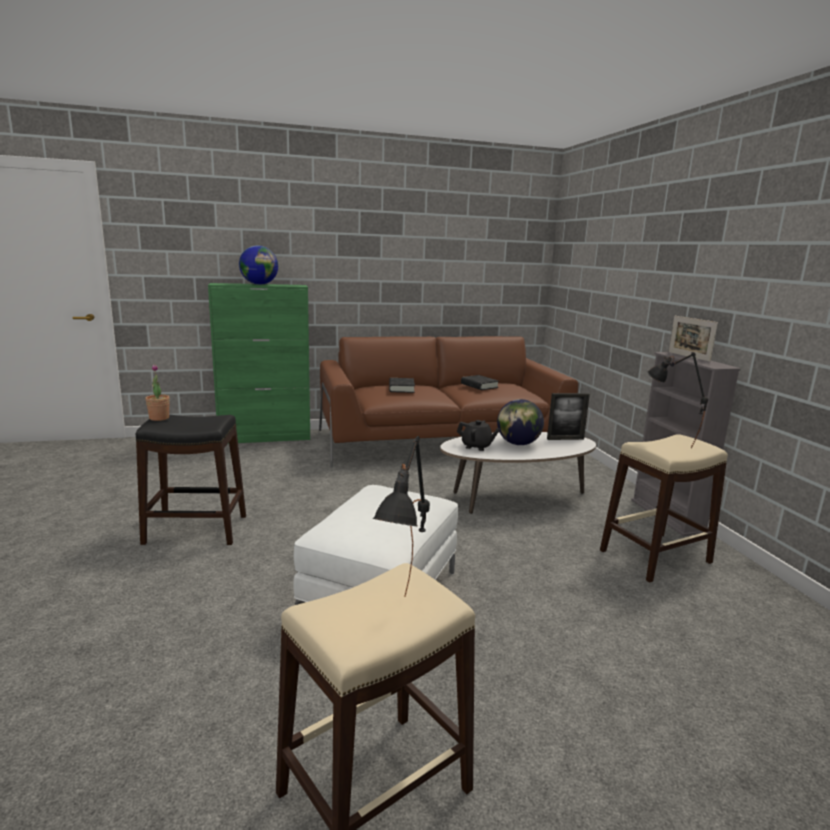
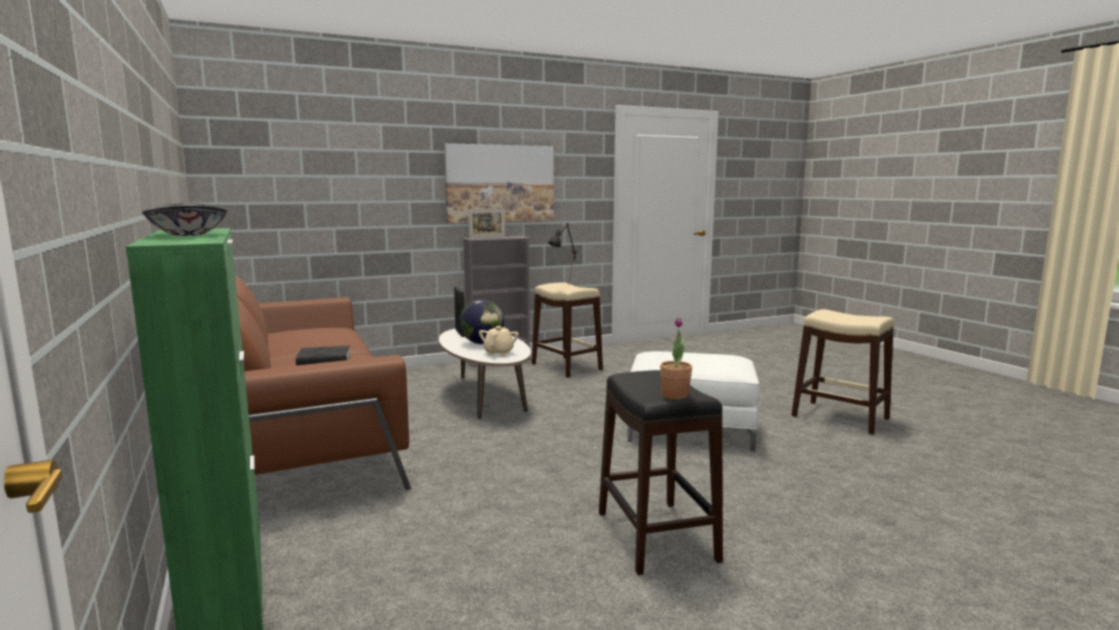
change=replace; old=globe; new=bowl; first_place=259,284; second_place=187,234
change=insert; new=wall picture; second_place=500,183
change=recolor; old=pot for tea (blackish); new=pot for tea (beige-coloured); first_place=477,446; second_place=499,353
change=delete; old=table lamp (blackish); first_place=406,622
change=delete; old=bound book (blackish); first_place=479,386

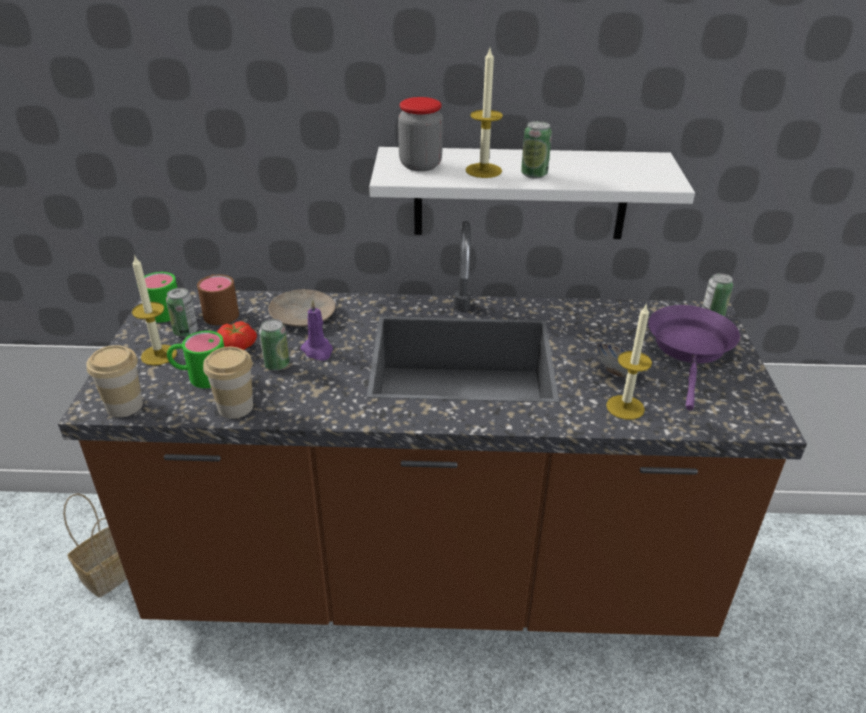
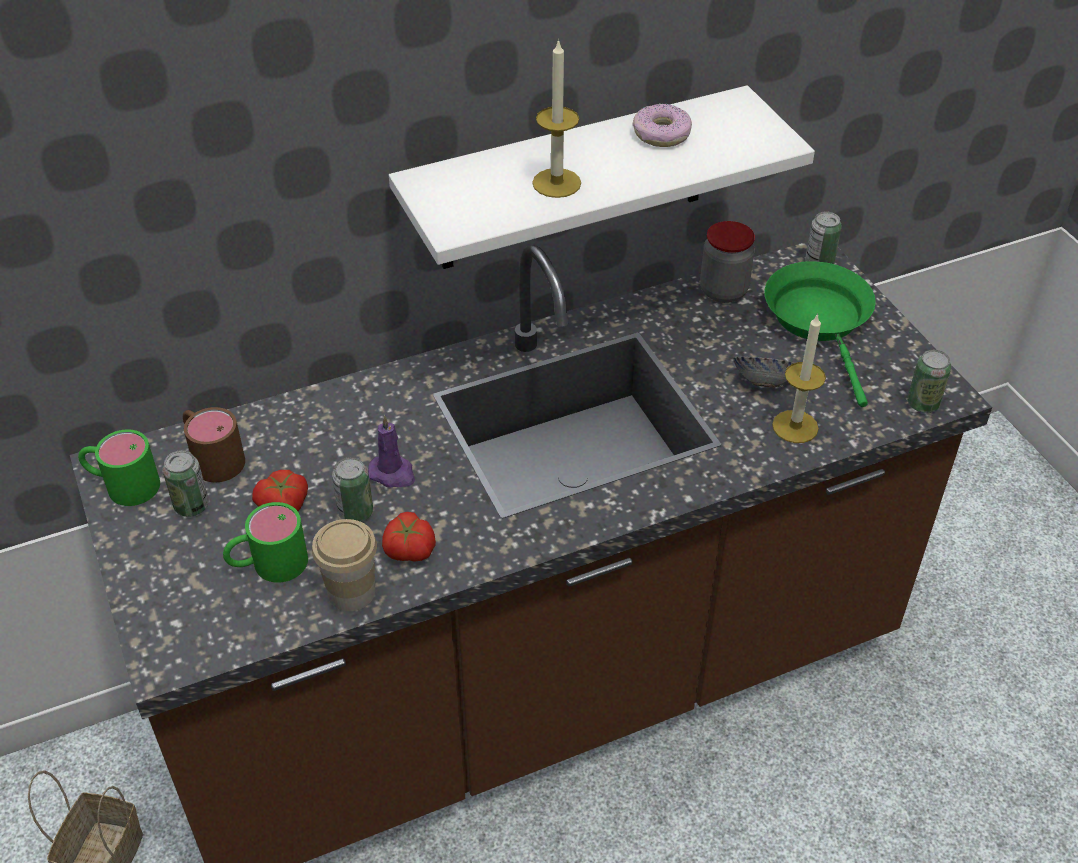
change=insert; new=whole tomato; second_place=408,550
change=insert; new=doughnut; second_place=661,134
change=move; old=storage jar; first_place=420,165; second_place=723,291
change=recolor; old=pan (purple-coloured); new=pan (green-coloured); first_place=690,349; second_place=820,321
change=move; old=metal can; first_place=534,174; second_place=922,404
change=delete; old=small cup; first_place=124,406
change=delete; old=wax light; first_place=159,355
change=delete; old=flat dish (beige-coloured); first_place=302,315

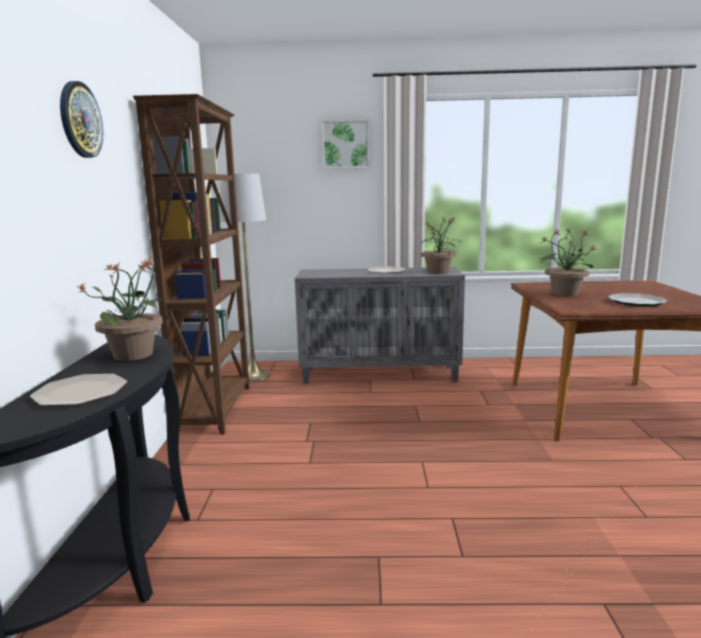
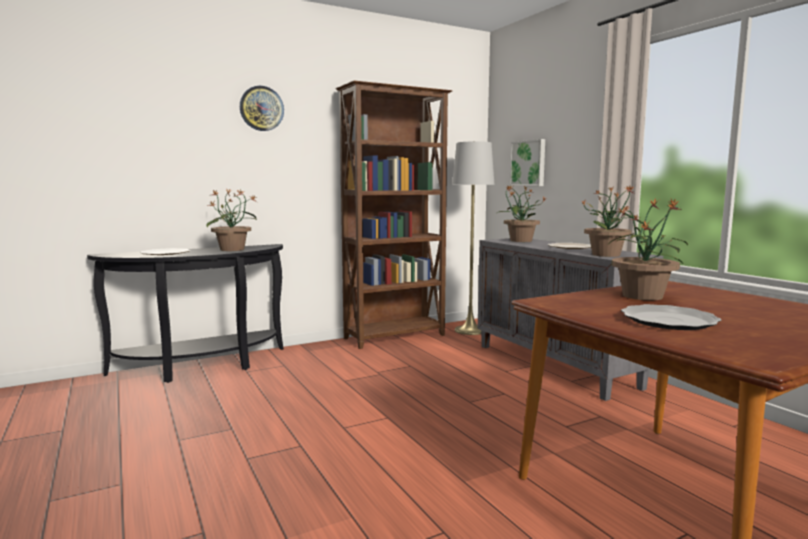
change=insert; new=potted plant; second_place=520,241
change=move; old=wall picture; first_place=345,145; second_place=528,163

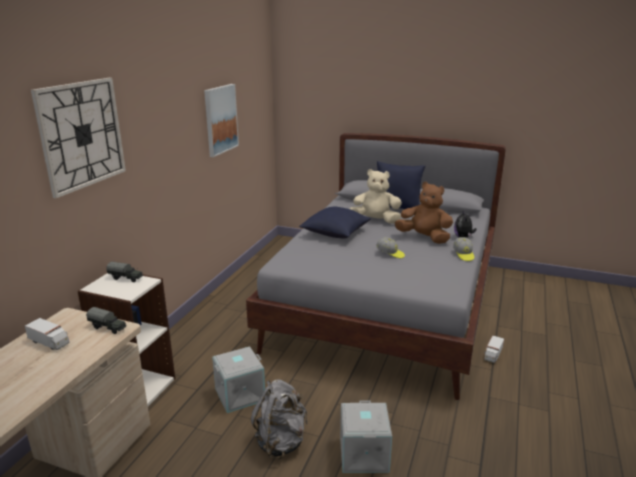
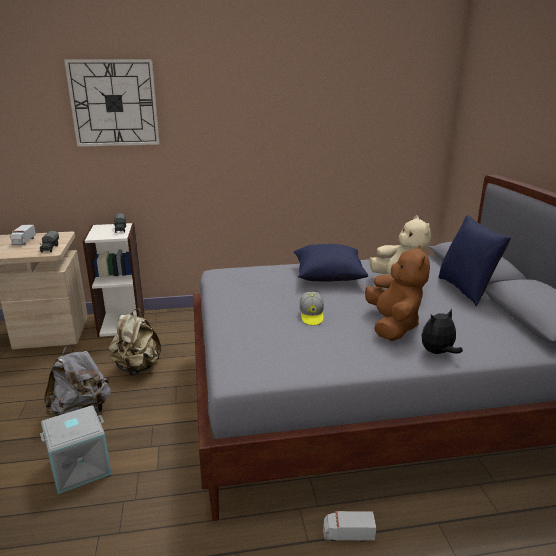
change=replace; old=storage box (greyish); new=rucksack (beige-coloured); first_place=240,394; second_place=137,368
change=delete; old=wall picture; first_place=220,119
change=delete; old=peaked cap; first_place=463,254

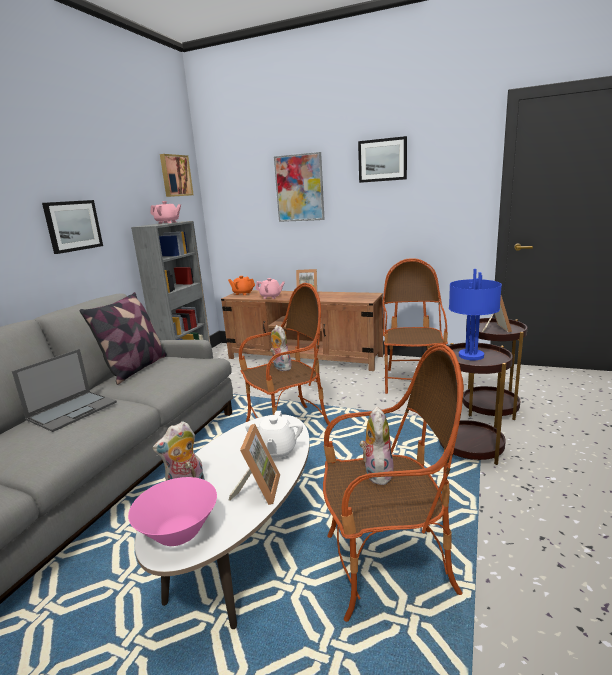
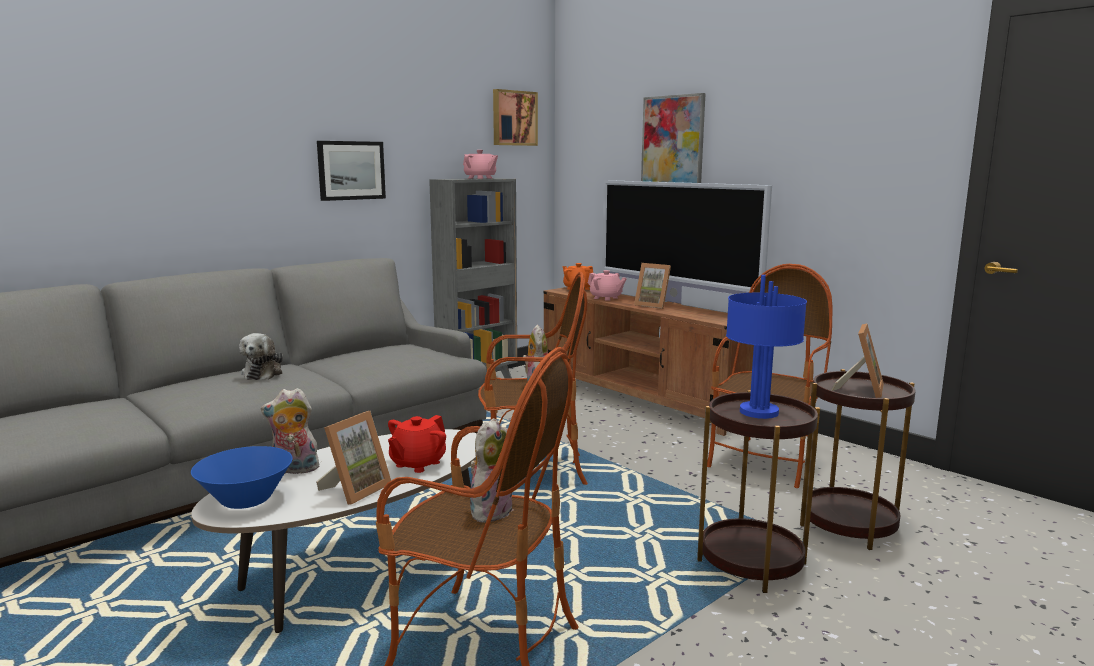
change=recolor; old=bowl (pink); new=bowl (blue); first_place=179,532; second_place=246,500
change=replace; old=notebook computer; new=soft toy; first_place=73,410; second_place=263,373
change=recolor; old=pot for tea (white); new=pot for tea (red-coloured); first_place=276,452; second_place=417,464
change=insert; new=TV; second_place=674,303
change=delete; old=throw pillow; first_place=135,368
change=delete; old=wall picture; first_place=382,160

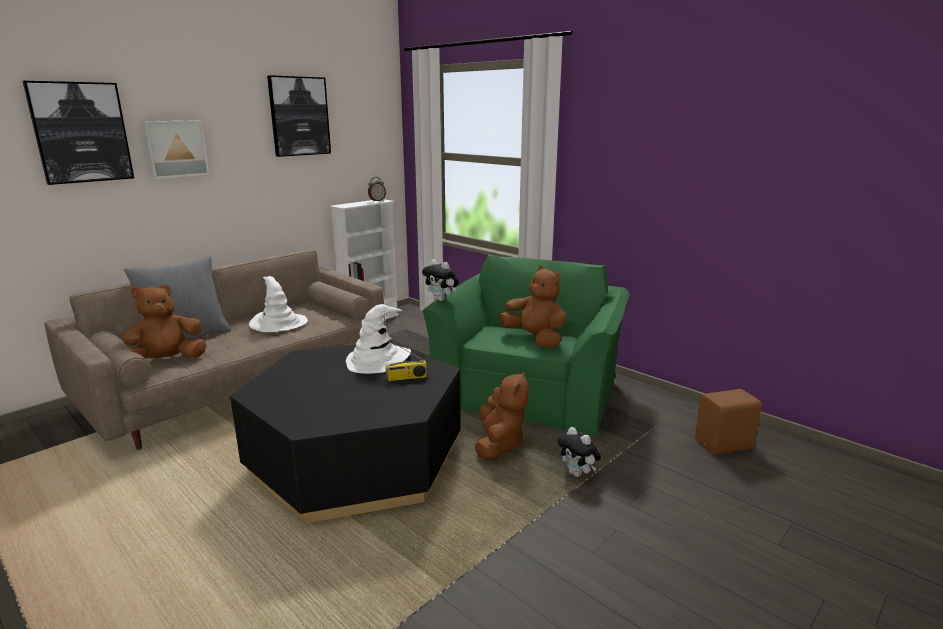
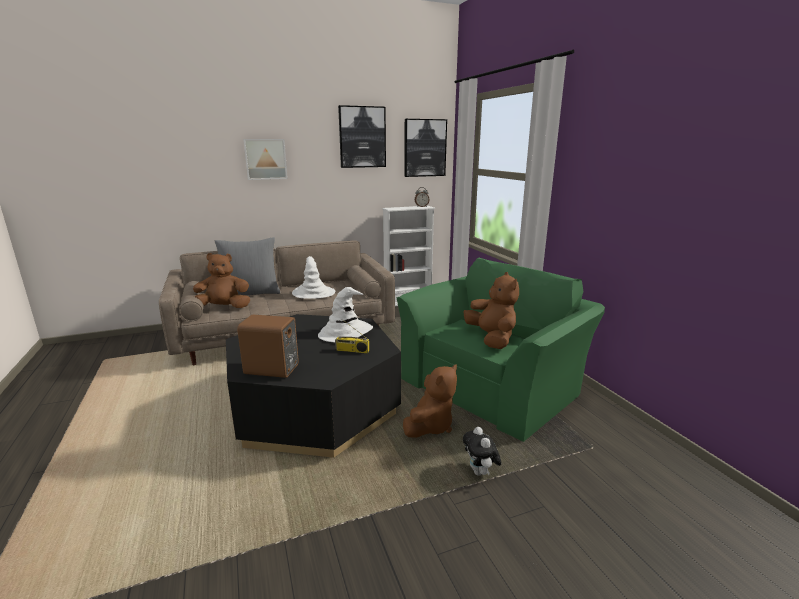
change=move; old=loudspeaker (brown-coloured); first_place=725,445; second_place=272,370
change=move; old=wall picture; first_place=81,132; second_place=424,148
change=delete; old=soft toy; first_place=441,300

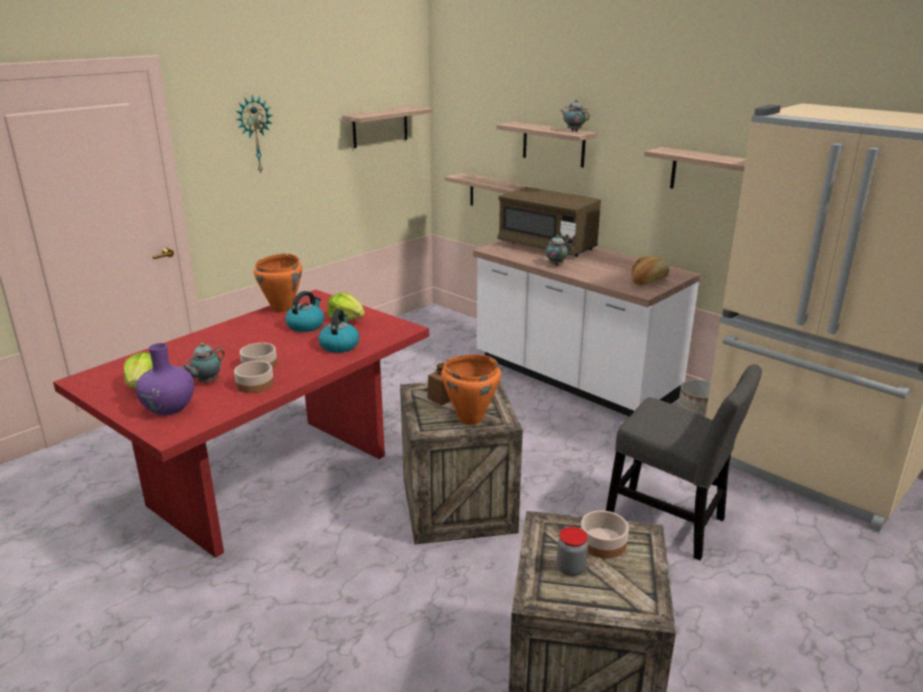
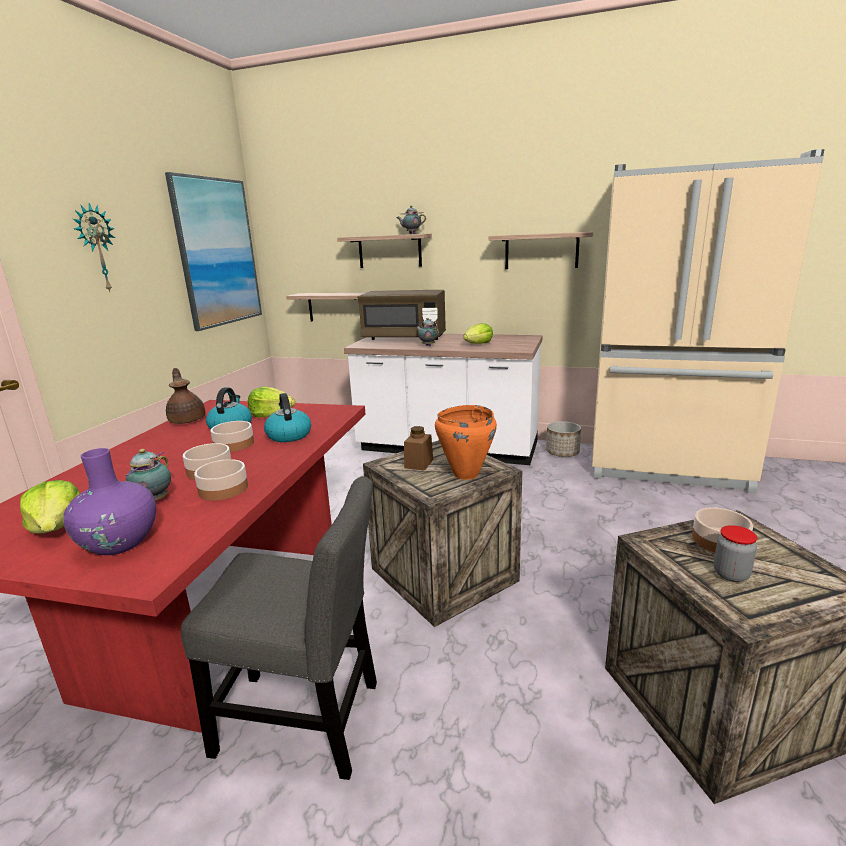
change=replace; old=shelf; new=wall picture; first_place=380,127; second_place=217,252
change=replace; old=stockpot (orangey); new=pot for tea (brown-coloured); first_place=282,309; second_place=188,419
change=move; old=upright chair (greyish); first_place=670,523; second_place=306,721
change=insert; new=bowl; second_place=234,444
change=insert; new=lettuce head; second_place=478,344
change=delete; old=baked bread; first_place=649,281

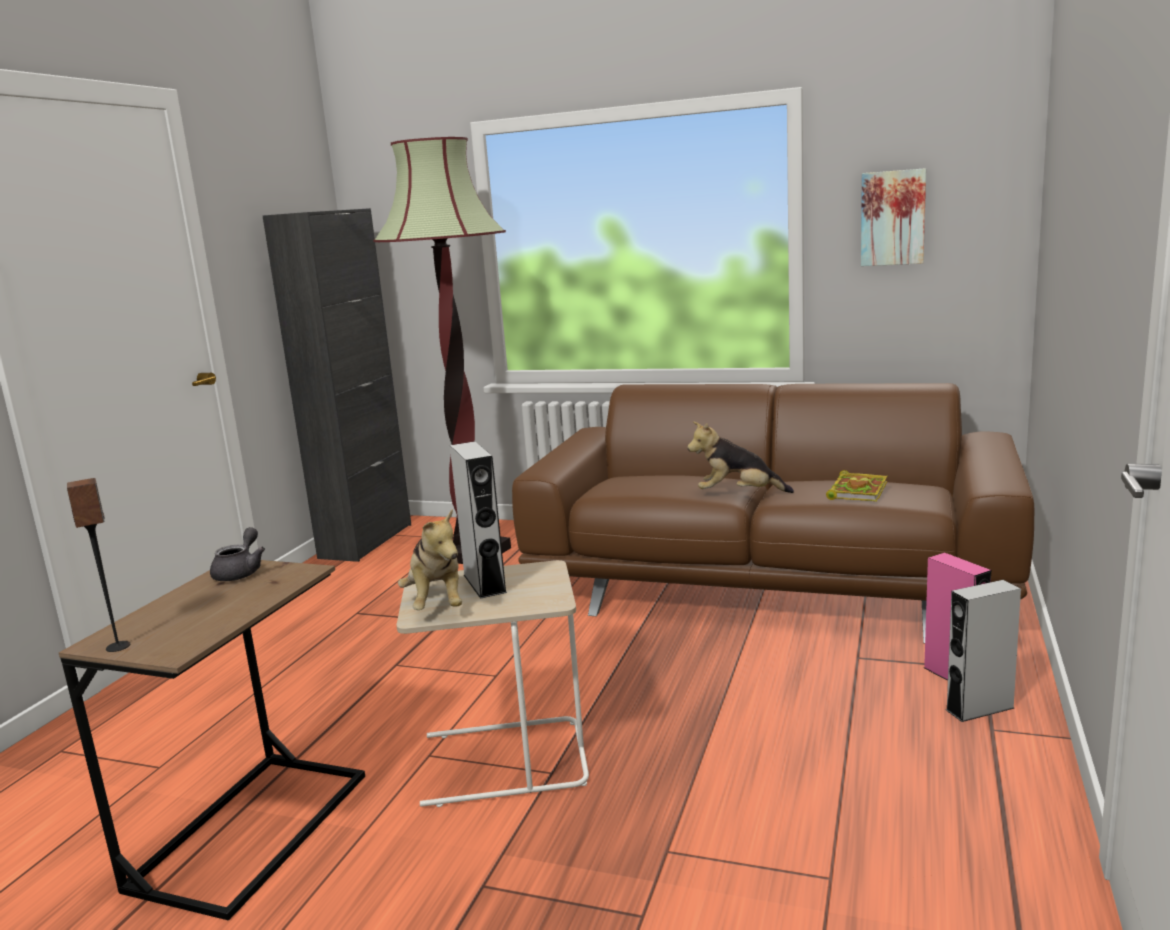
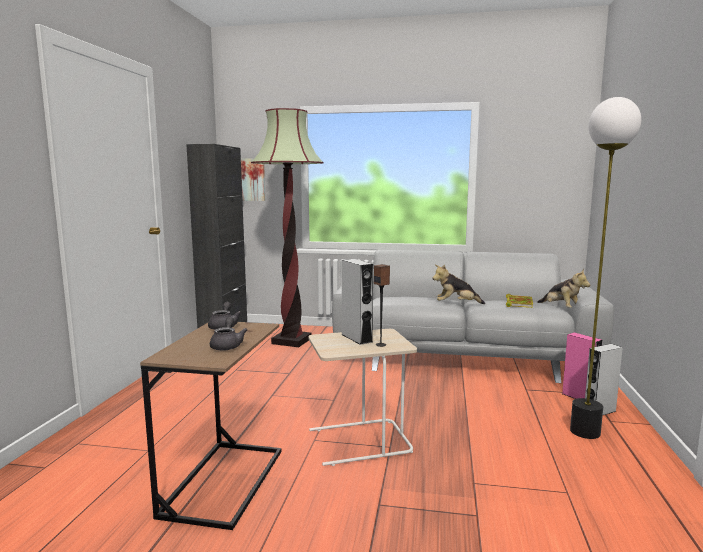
change=insert; new=pot for tea (greyish); second_place=227,345
change=move; old=wall picture; first_place=892,218; second_place=251,179
change=recolor; old=couch (brown-coloured); new=couch (greyish); first_place=769,583; second_place=462,355
change=move; old=loudspeaker; first_place=118,646; second_place=381,344
change=move; old=soft toy; first_place=437,603; second_place=561,309
change=insert; new=floor lamp; second_place=584,432

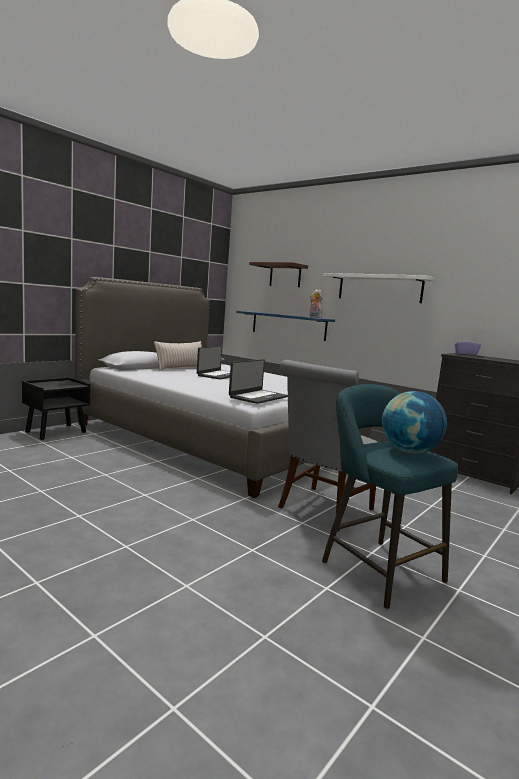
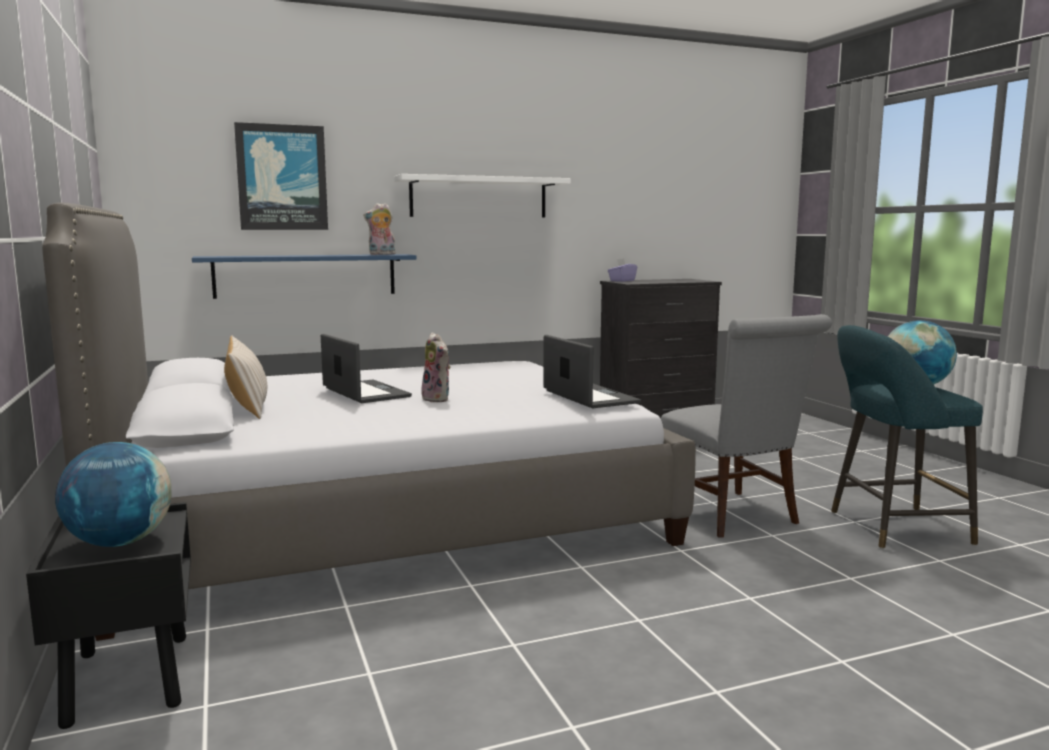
change=insert; new=globe; second_place=120,542
change=replace; old=shelf; new=wall picture; first_place=285,275; second_place=282,177
change=insert; new=soft toy; second_place=438,399

